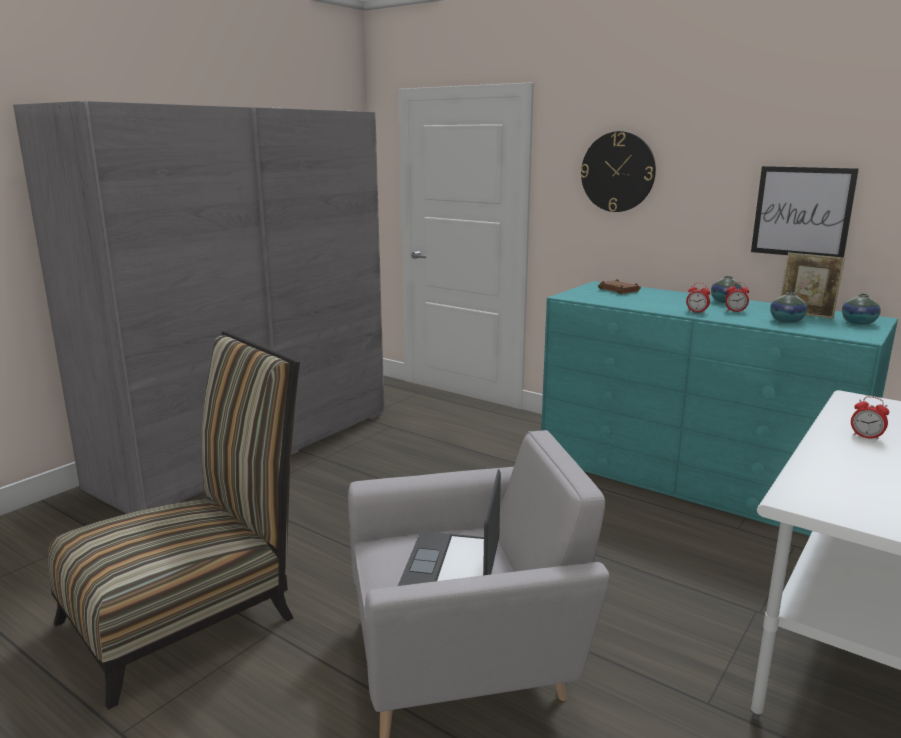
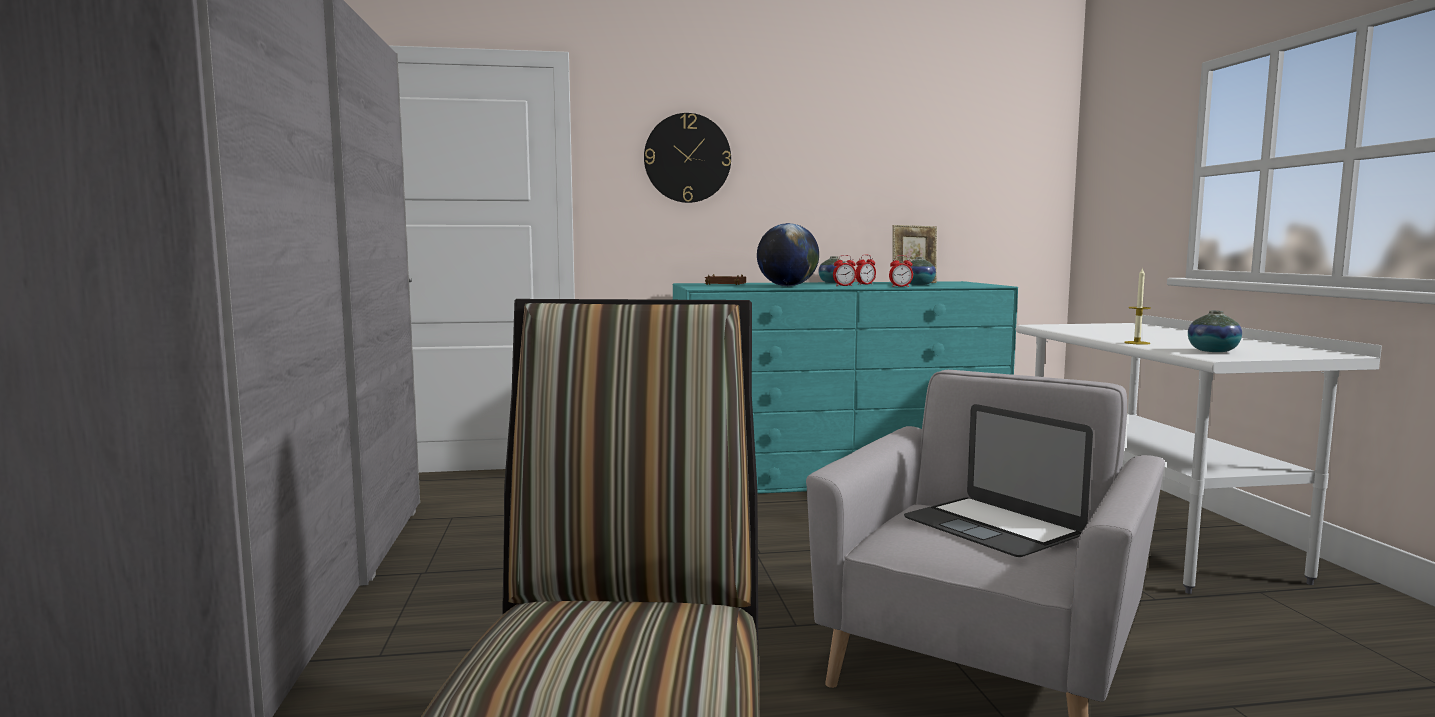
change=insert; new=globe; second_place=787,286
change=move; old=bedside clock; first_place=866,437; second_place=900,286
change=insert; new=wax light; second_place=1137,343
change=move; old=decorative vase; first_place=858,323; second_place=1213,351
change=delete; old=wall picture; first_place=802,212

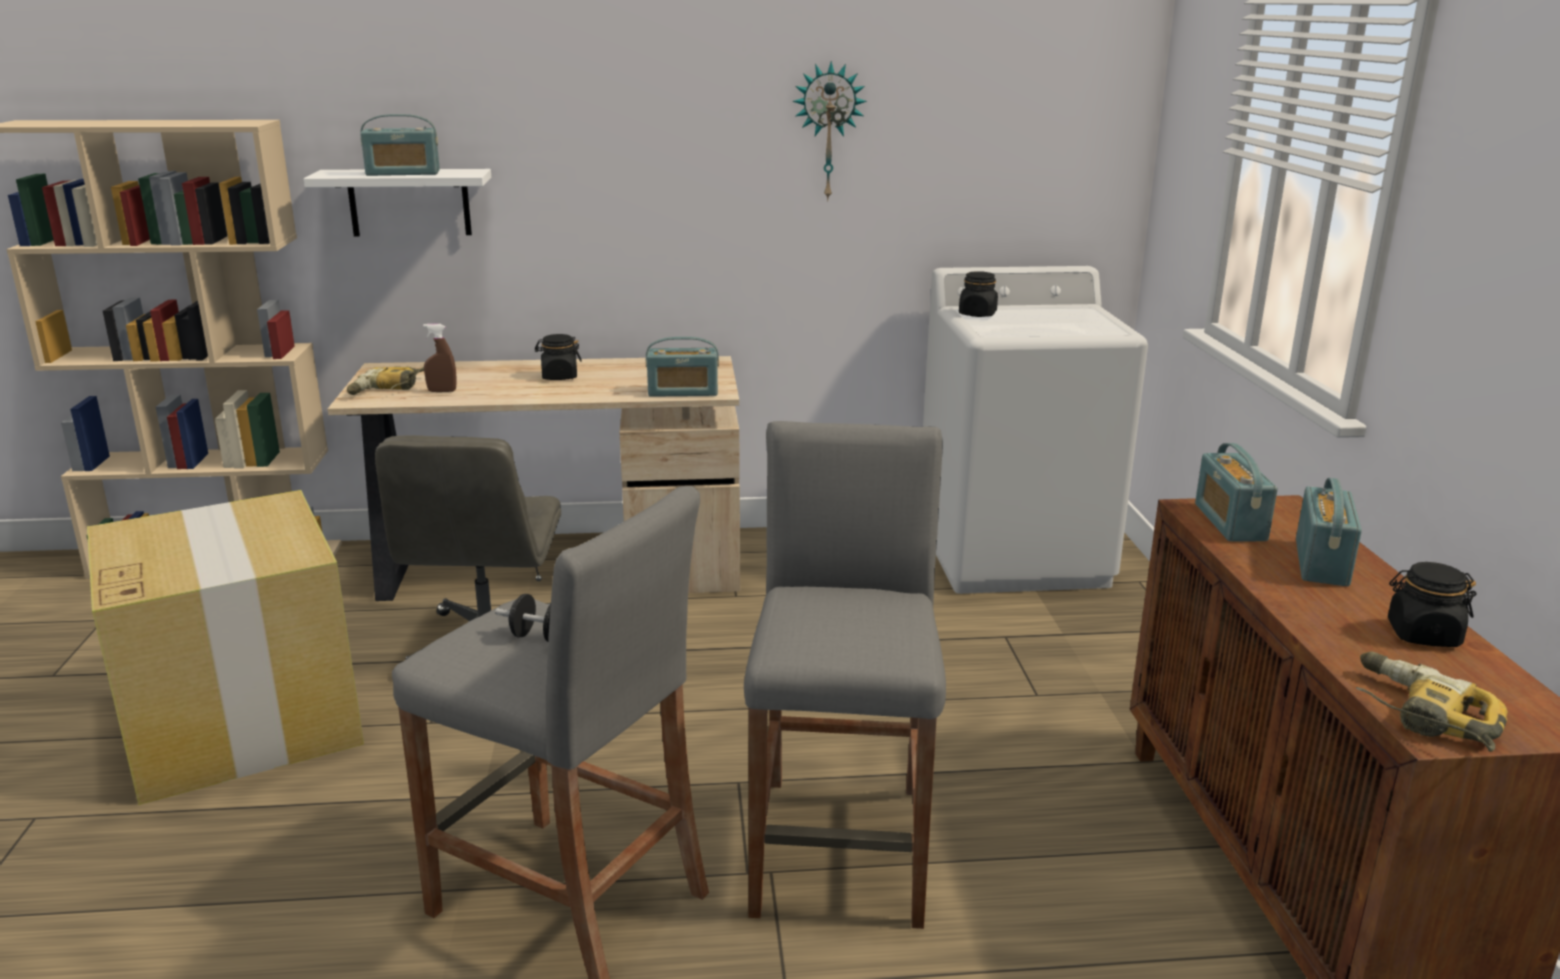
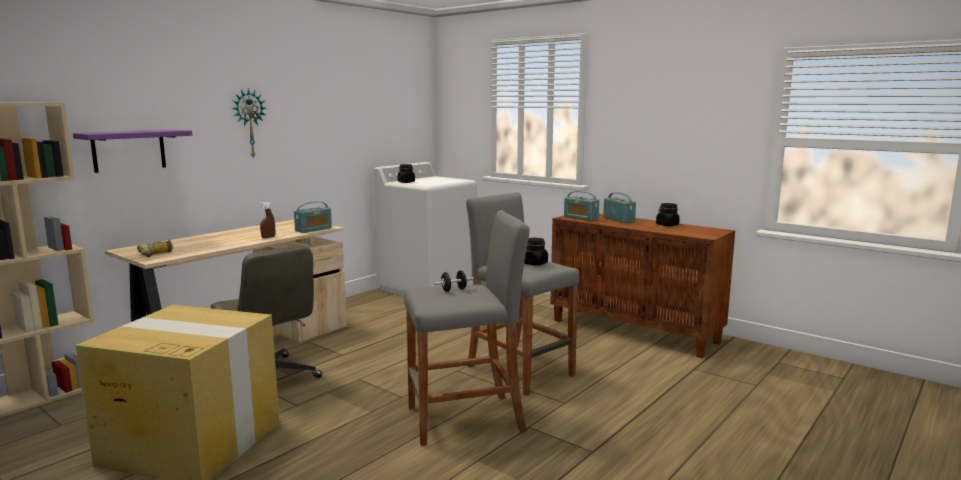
change=recolor; old=shelf (white); new=shelf (purple-coloured); first_place=409,202; second_place=129,150
change=move; old=wall clock; first_place=828,132; second_place=249,123
change=move; old=spray bottle (brown-coloured); first_place=442,391; second_place=268,237
change=move; old=storage jar (blackish); first_place=559,377; second_place=534,264
change=delete; old=radio; first_place=403,173
change=delete; old=electric drill; first_place=1420,715

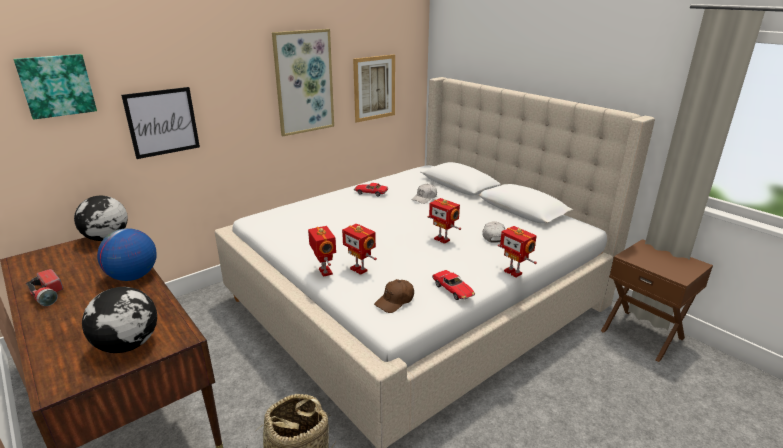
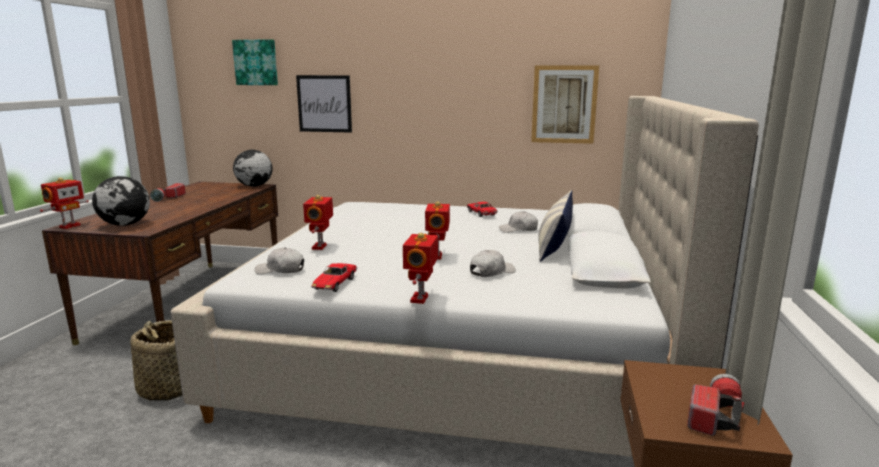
change=move; old=robot figure; first_place=324,272; second_place=69,226
change=recolor; old=peaked cap (brown-coloured); new=peaked cap (white); first_place=395,301; second_place=280,270
change=insert; new=throw pillow; second_place=554,246
change=insert; new=torch; second_place=715,415
change=delete; old=globe; first_place=133,277
change=delete; old=wall picture; first_place=304,82

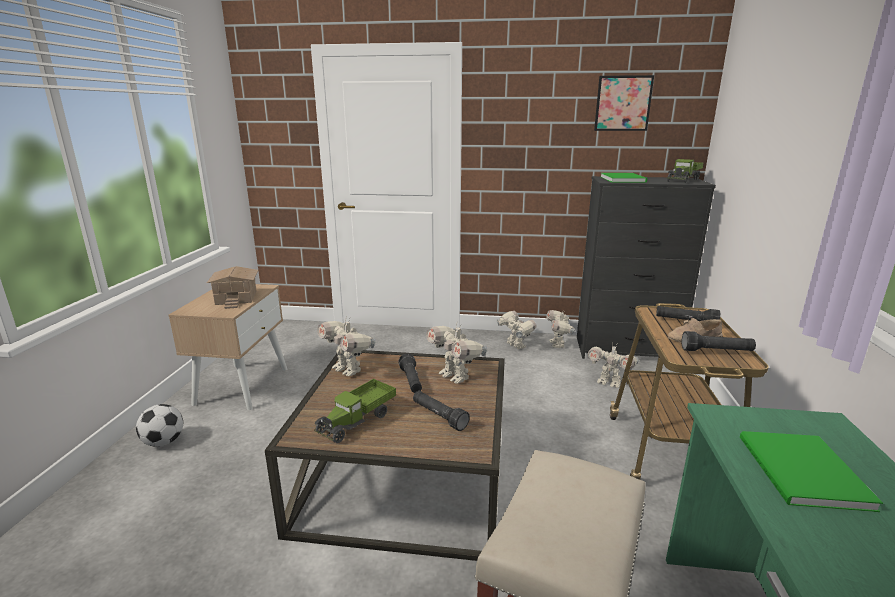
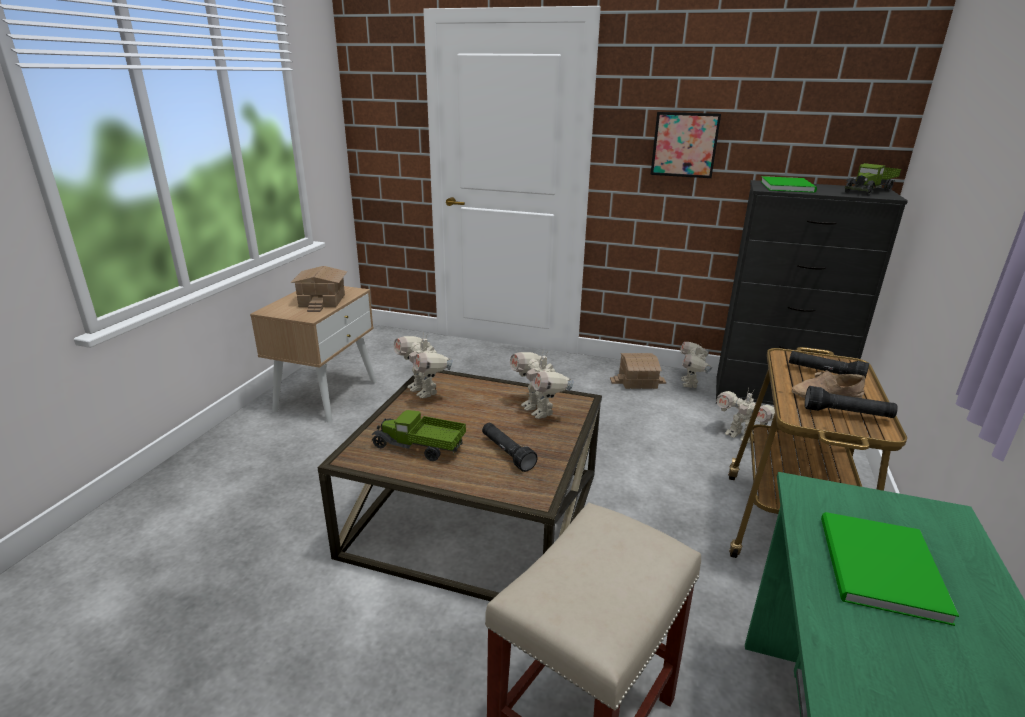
change=rotate; old=toy lorry; first_place=358,420; second_place=419,447; degrees=60
change=replace; old=robot figure; new=toy house; first_place=515,346; second_place=637,380
change=move; old=wall picture; first_place=623,103; second_place=684,145
change=delete; old=ball for football; first_place=164,442
change=delete; old=torch (blackish); first_place=411,381

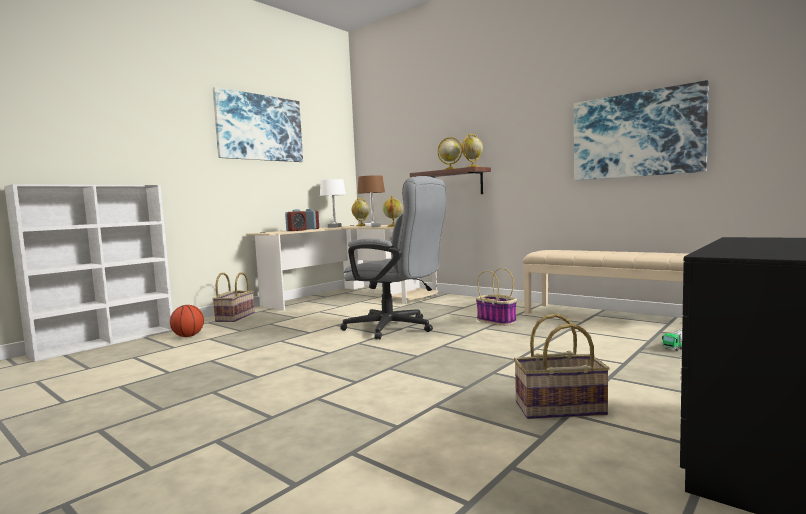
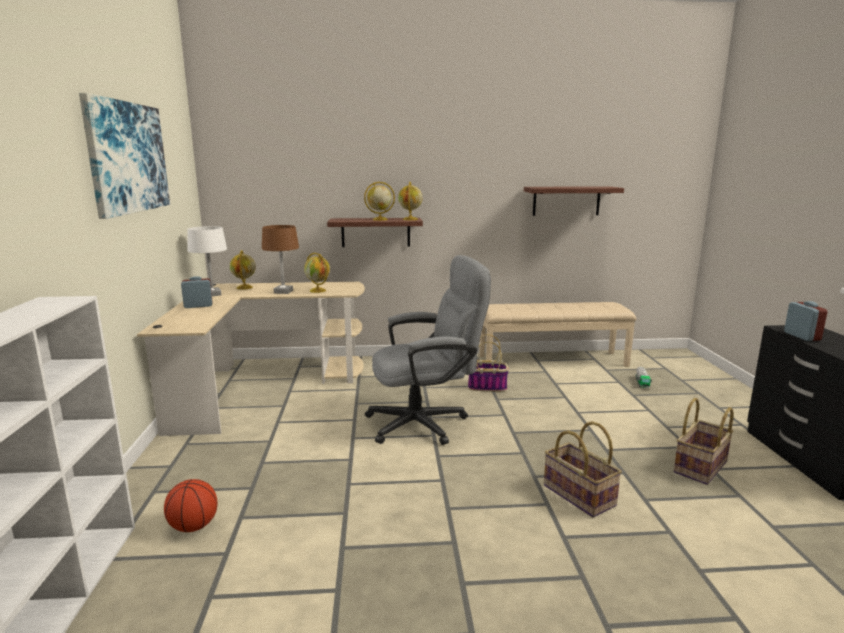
change=replace; old=wall picture; new=shelf; first_place=636,135; second_place=566,201
change=move; old=basket; first_place=235,317; second_place=577,495
change=move; old=bedside clock; first_place=296,230; second_place=802,336

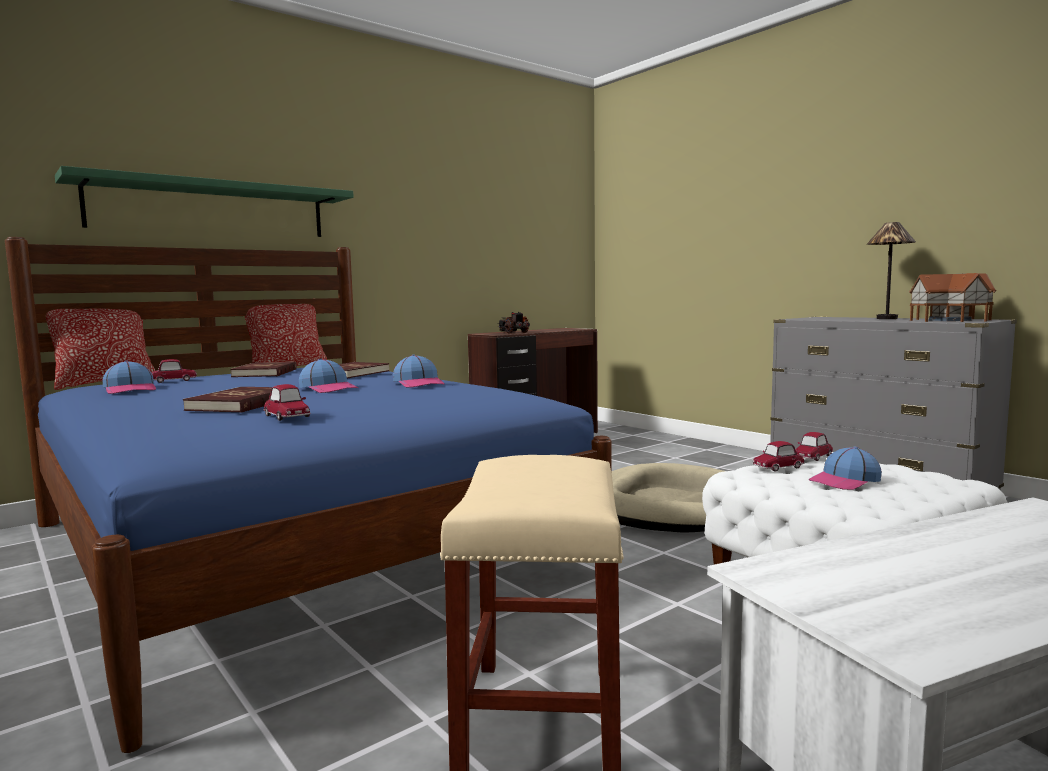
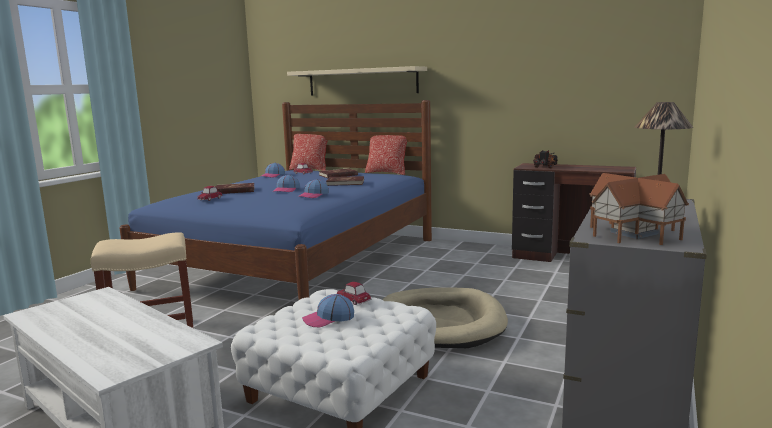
change=recolor; old=shelf (green-coloured); new=shelf (beige-coloured); first_place=211,210; second_place=362,82
change=rotate; old=peaked cap; first_place=845,481; second_place=328,318; degrees=-60
change=delete; old=model car; first_place=812,457

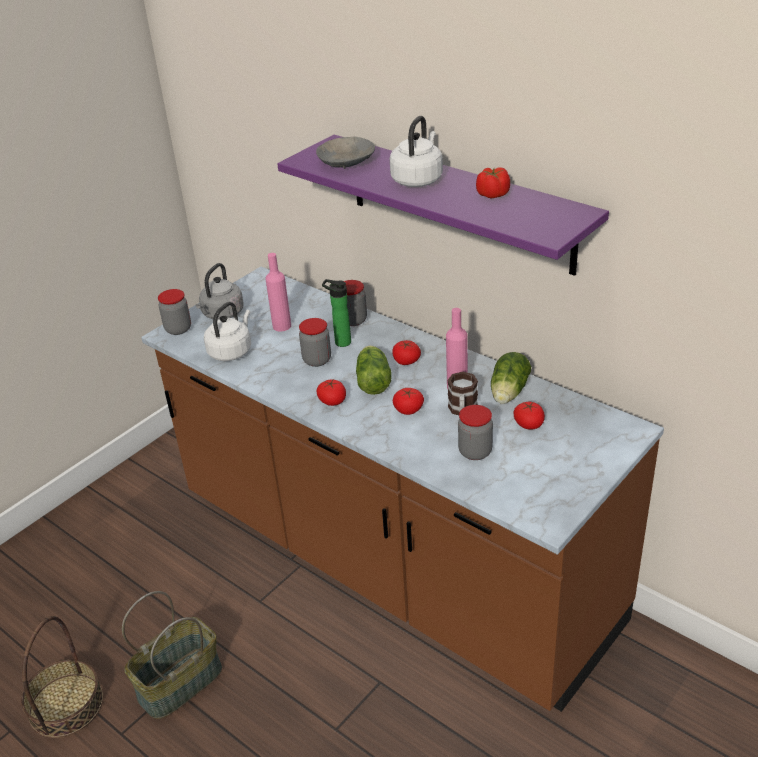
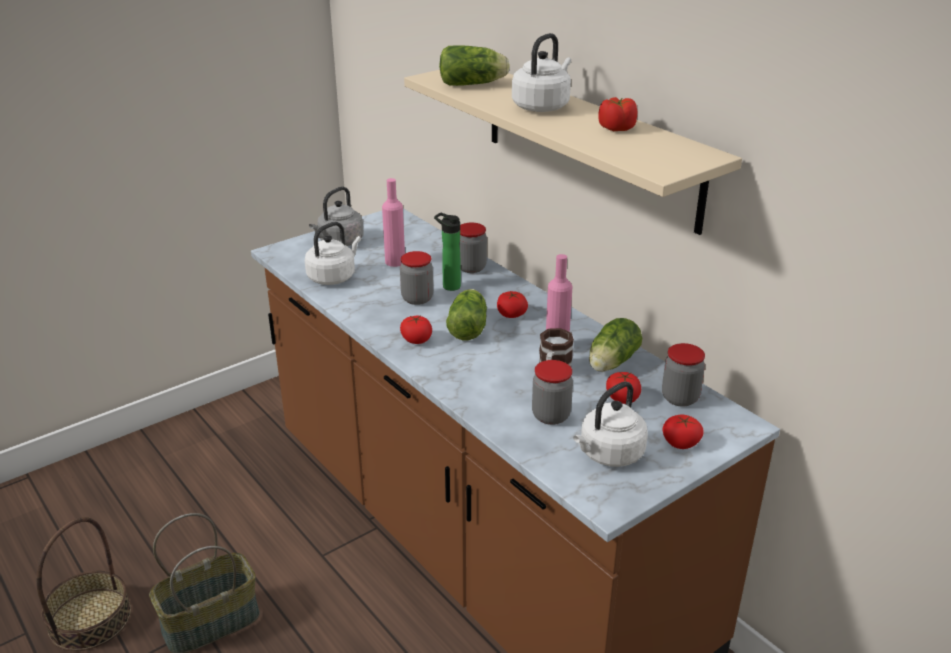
change=recolor; old=shelf (purple-coloured); new=shelf (beige-coloured); first_place=458,203; second_place=589,143
change=replace; old=bowl (greyish); new=lettuce head; first_place=345,162; second_place=474,84
change=insert; new=kettle (white); second_place=609,455
change=move; old=storage jar; first_place=178,329; second_place=680,398
change=move; old=whole tomato; first_place=408,409; second_place=681,442

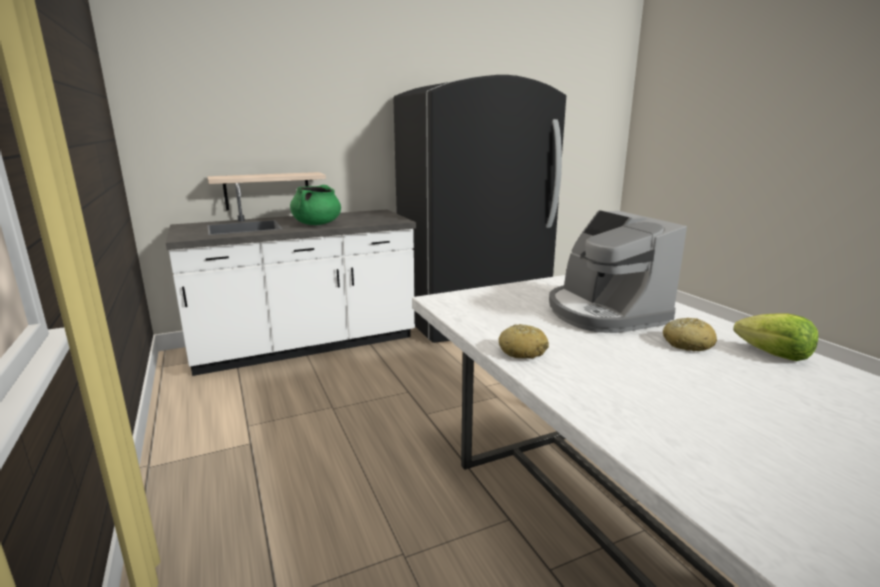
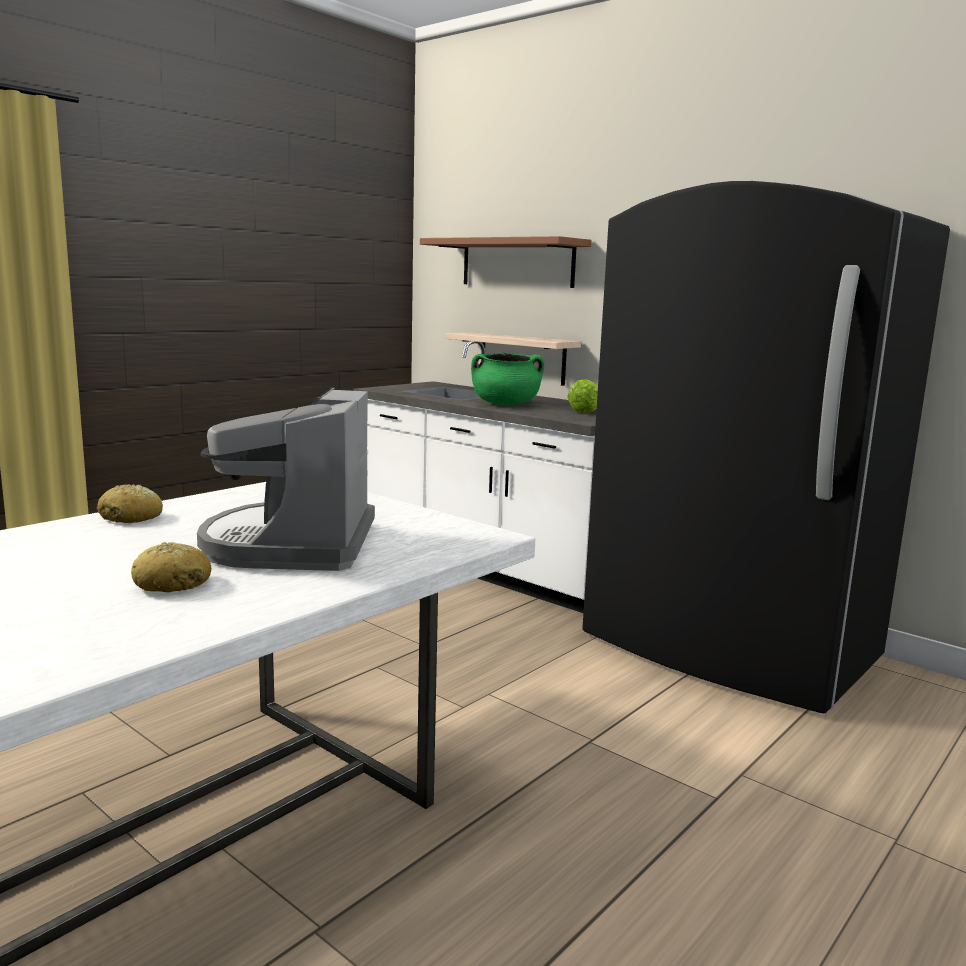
change=rotate; old=coffee machine; first_place=604,313; second_place=292,544; degrees=-45
change=insert; new=shelf (brown-coloured); second_place=517,263
change=move; old=lettuce head; first_place=774,355; second_place=584,411

